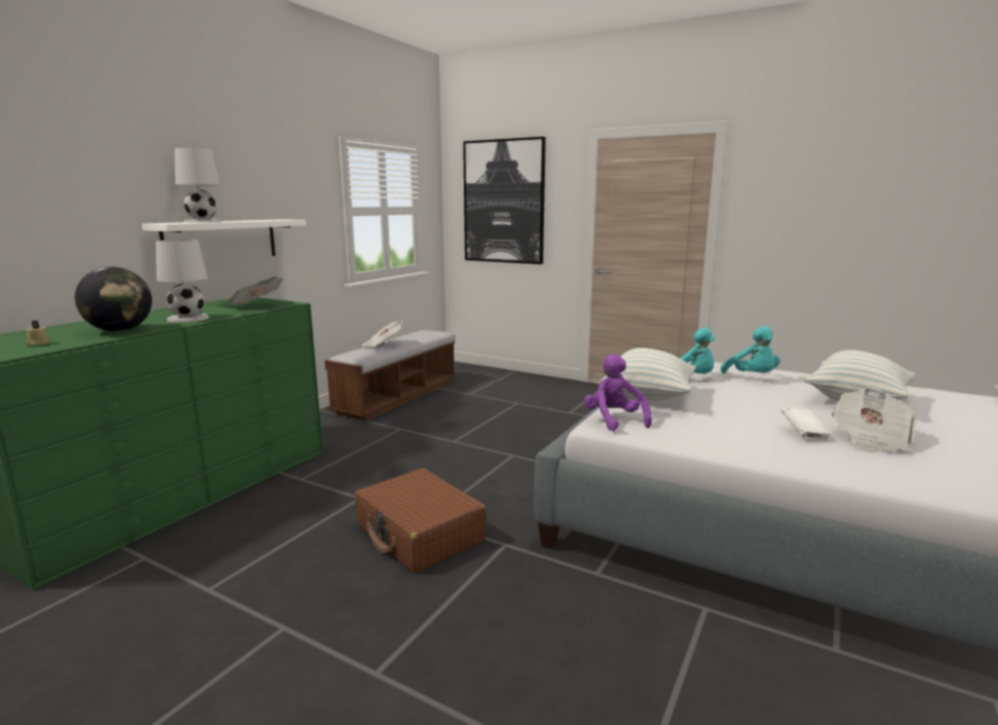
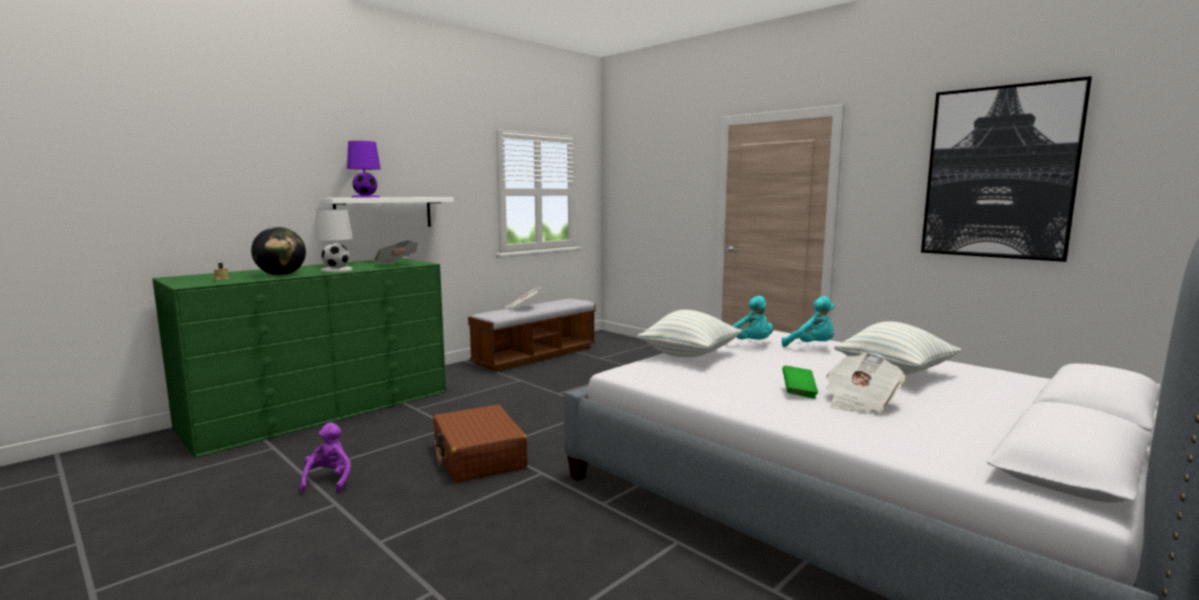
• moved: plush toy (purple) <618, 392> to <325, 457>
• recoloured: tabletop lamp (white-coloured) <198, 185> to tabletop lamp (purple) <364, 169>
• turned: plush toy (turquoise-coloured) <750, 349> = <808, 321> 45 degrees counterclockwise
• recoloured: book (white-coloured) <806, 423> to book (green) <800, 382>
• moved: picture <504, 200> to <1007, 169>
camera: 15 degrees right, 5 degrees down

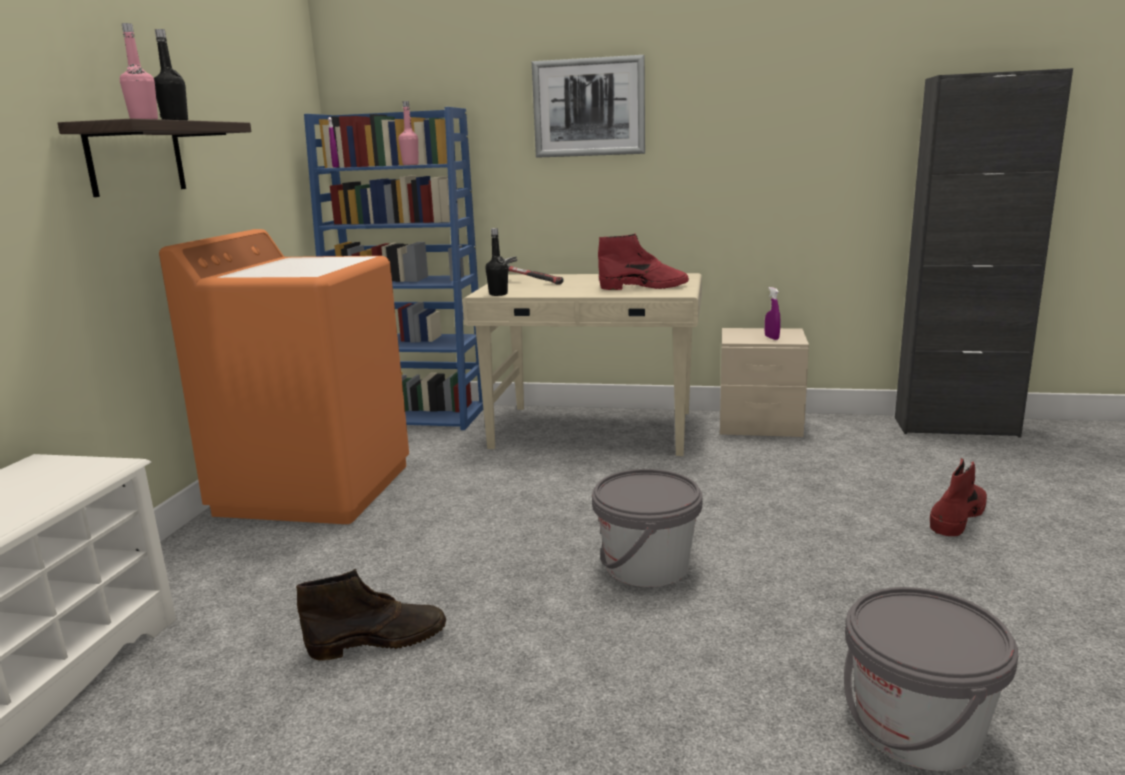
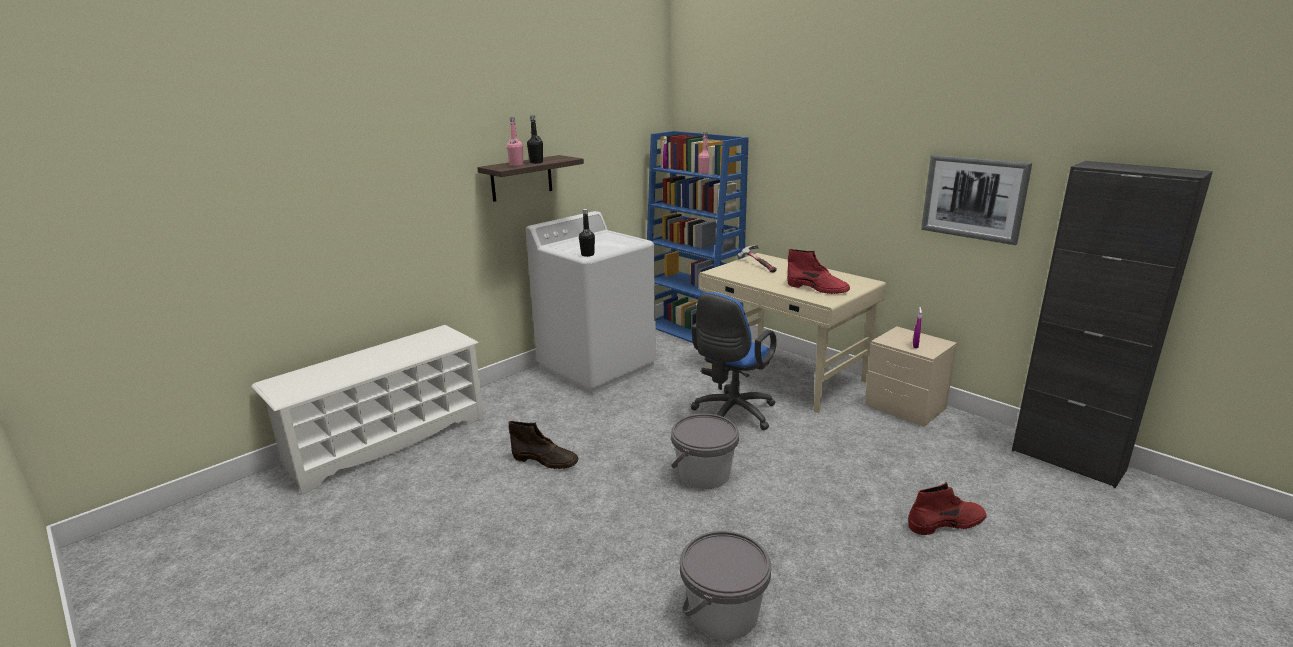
• recoloured: laundry appliance (orangey) <284, 376> to laundry appliance (white-coloured) <591, 302>
• moved: bottle (blackish) <496, 262> to <587, 233>
• added: desk chair (blue) <734, 361>
• moved: picture <588, 106> to <976, 199>
camera: 35 degrees right, 5 degrees up

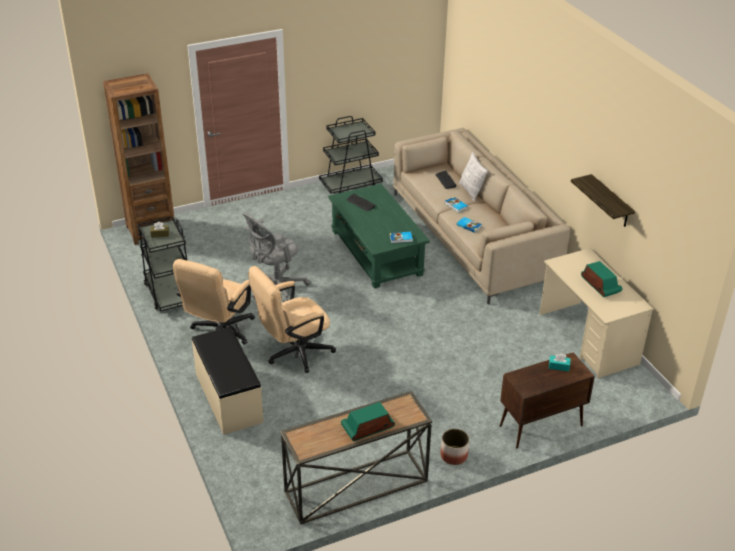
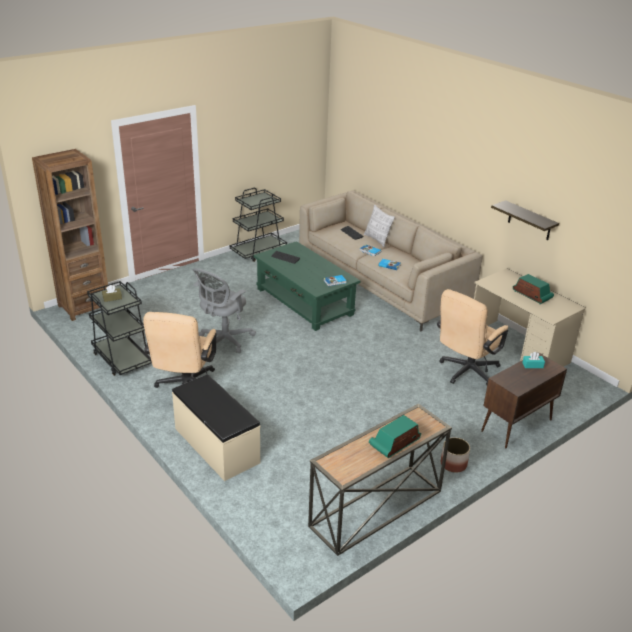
• moved: desk chair (sand-coloured) <292, 319> to <472, 337>
camera: 15 degrees left, 5 degrees down

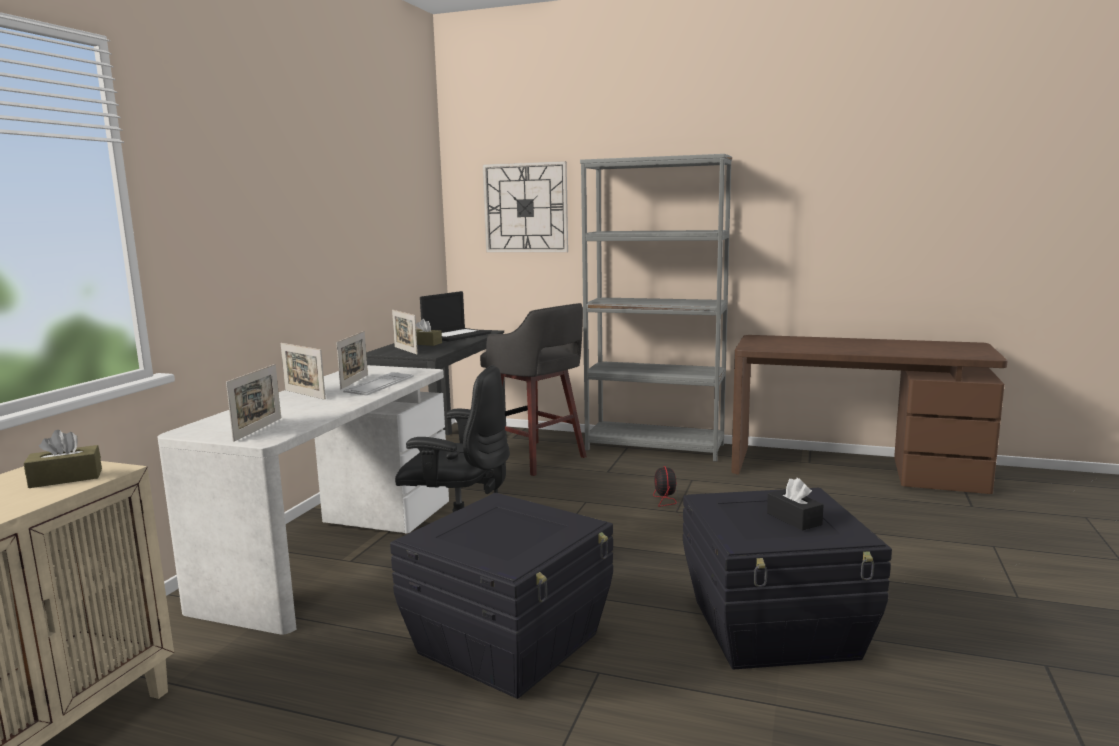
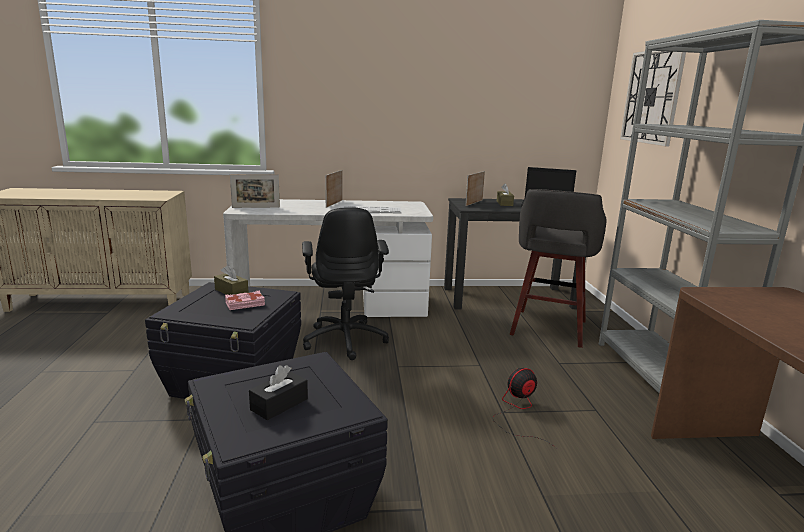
• moved: tissue box (brown-coloured) <63, 459> to <231, 280>
• added: book (pinkish) <245, 300>
• removed: photo frame <352, 360>
camera: 65 degrees right, 5 degrees up

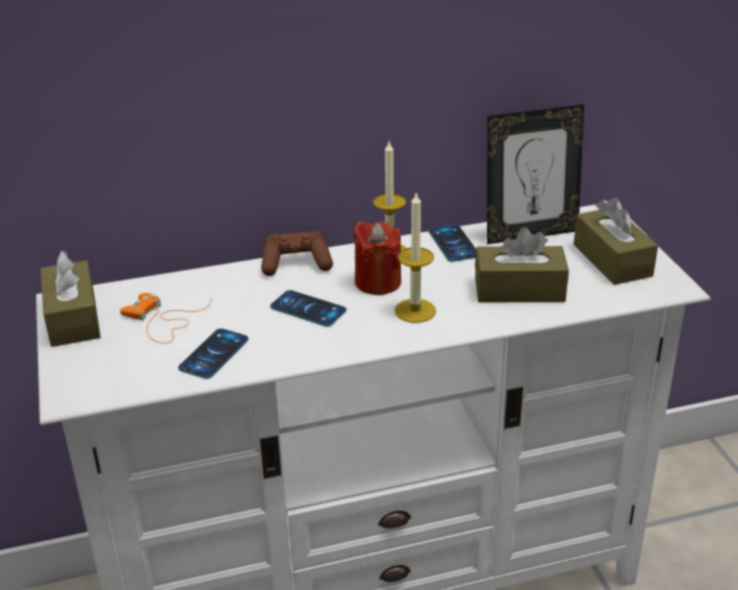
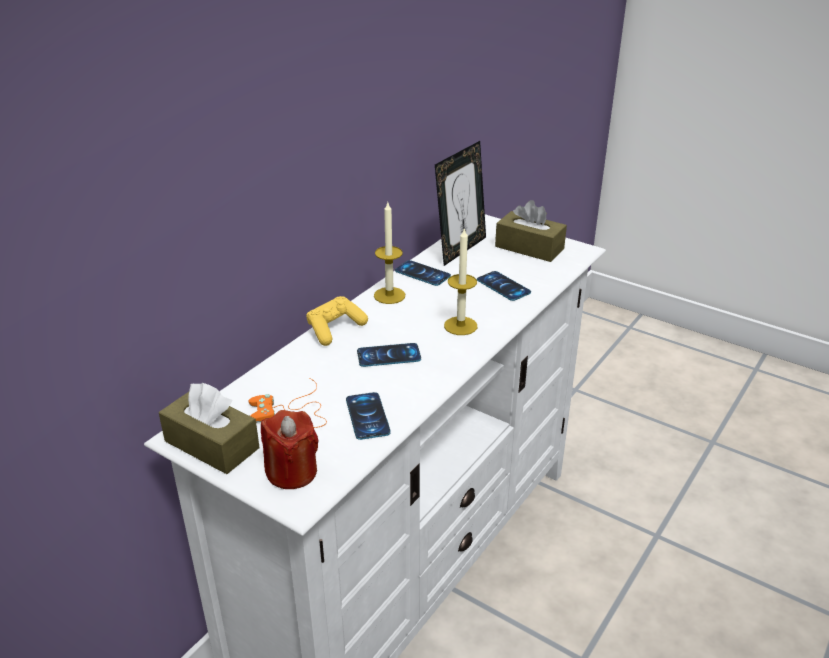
• moved: wax candle (reddish) <377, 258> to <290, 449>
• recoloured: joypad (brown-coloured) <297, 253> to joypad (yellow-coloured) <337, 321>
• replaced: tissue box (brown-coloured) <522, 264> to telephone <504, 286>
camera: 40 degrees left, 0 degrees up

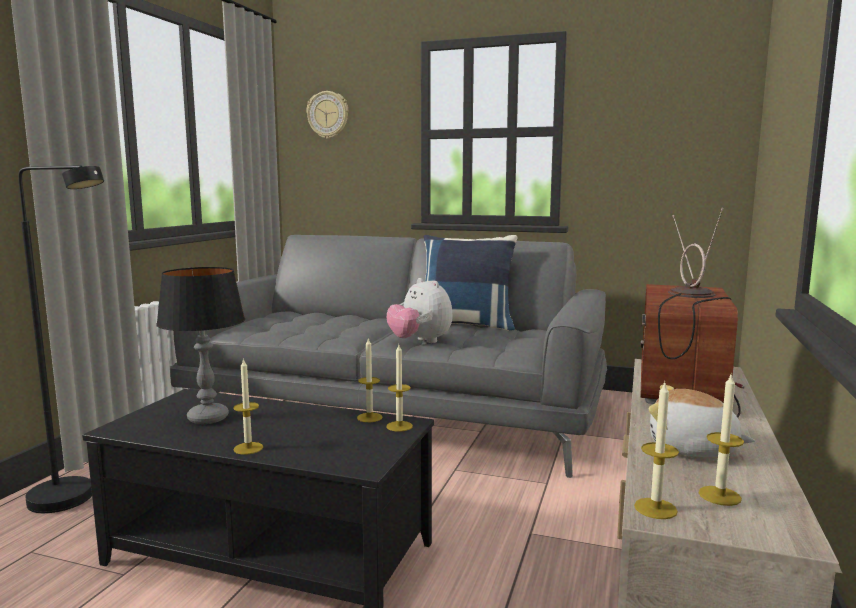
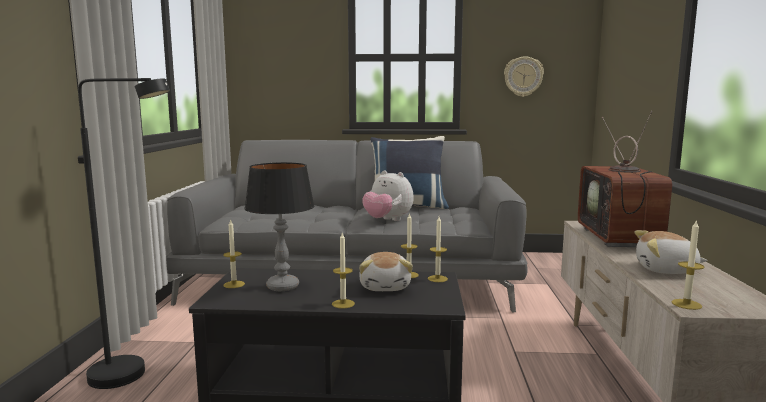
• moved: wax candle <721, 439> to <234, 253>
• added: plush toy <386, 271>
• moved: wall clock <327, 115> to <524, 76>
camera: 15 degrees left, 0 degrees up

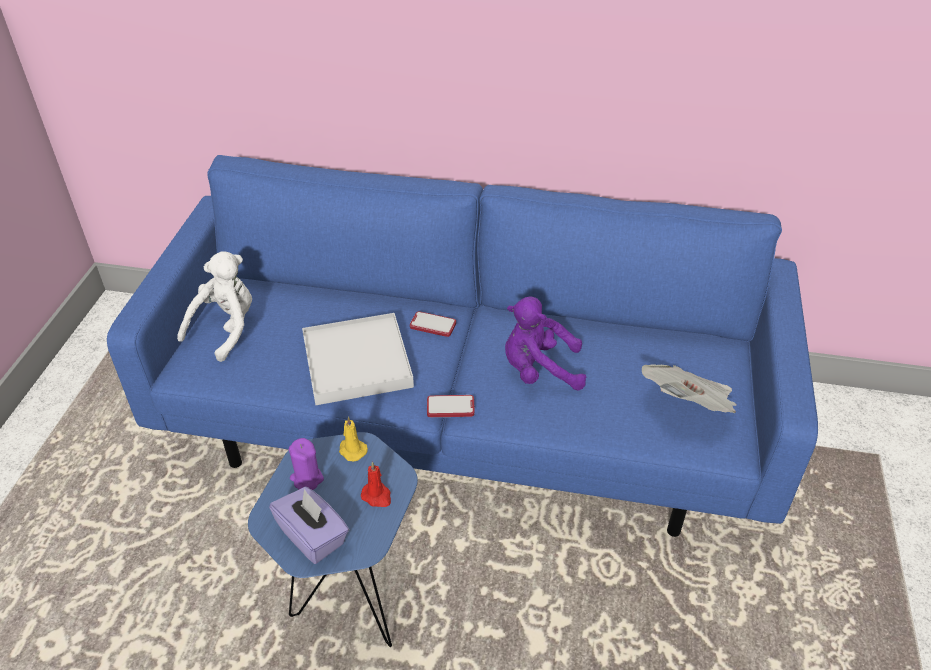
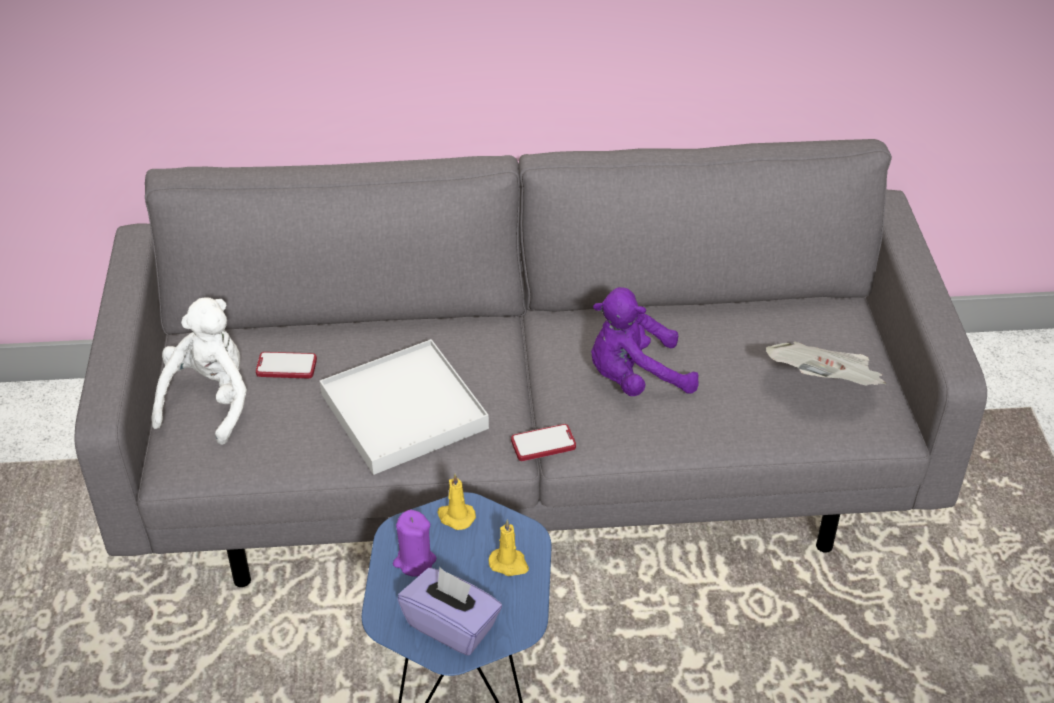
• recoloured: couch (blue) <462, 346> to couch (gray) <530, 363>
• moved: telephone <433, 324> to <286, 365>
• recoloured: wax candle (reddish) <376, 484> to wax candle (yellow-coloured) <509, 547>
camera: 15 degrees left, 0 degrees up

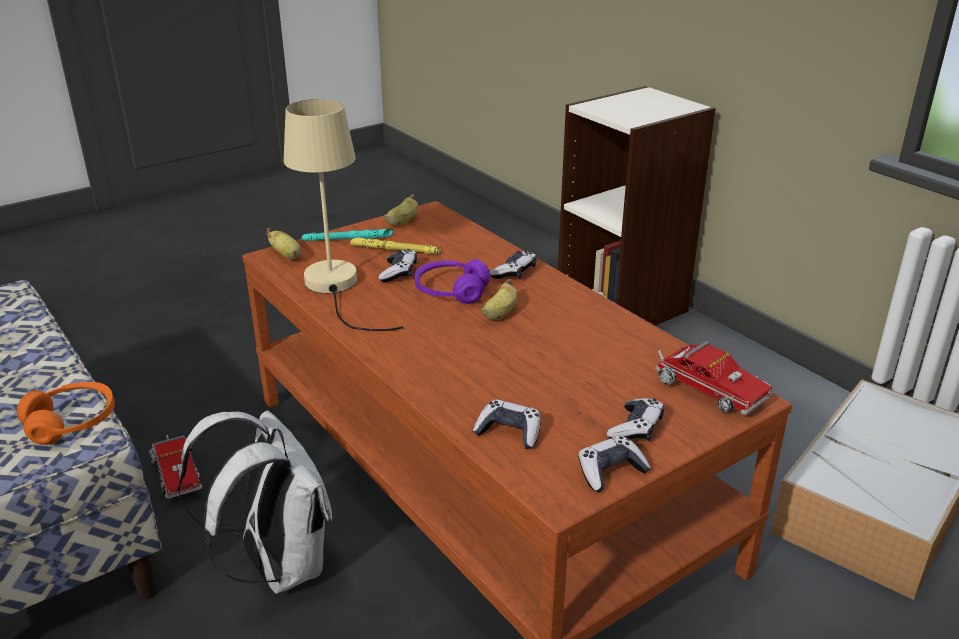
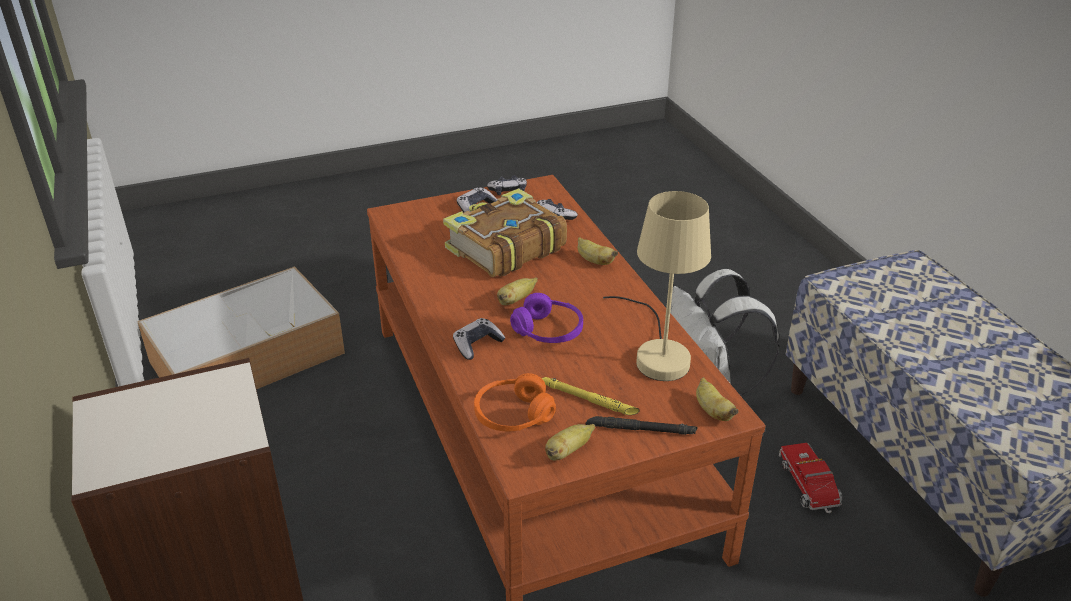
• added: book <505, 232>
• moved: headphones (orangey) <66, 413> to <515, 402>
• added: banana <598, 251>
• recoloured: hand torch (turquoise-coloured) <347, 235> to hand torch (blackish) <642, 425>
• removed: joypad <398, 265>
• removed: model truck <713, 378>
camera: 165 degrees left, 5 degrees up

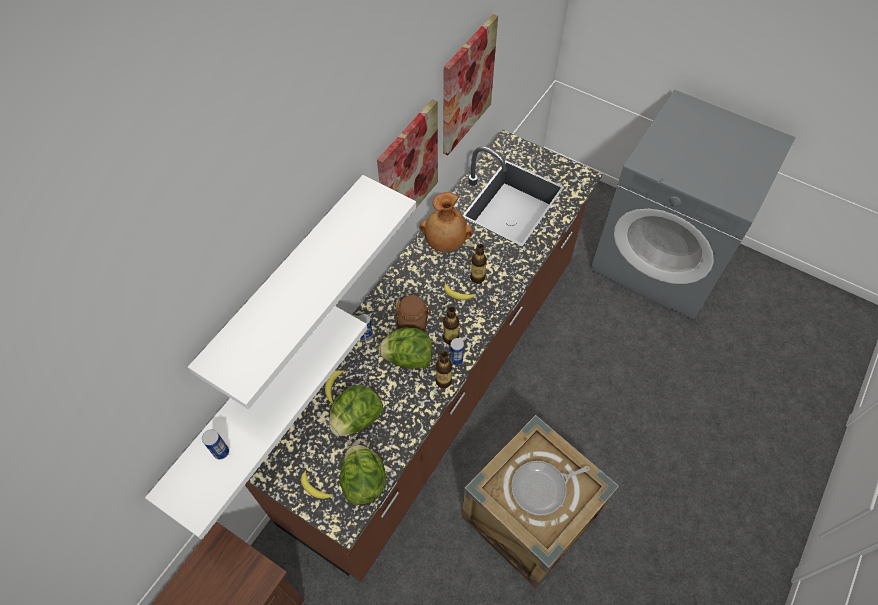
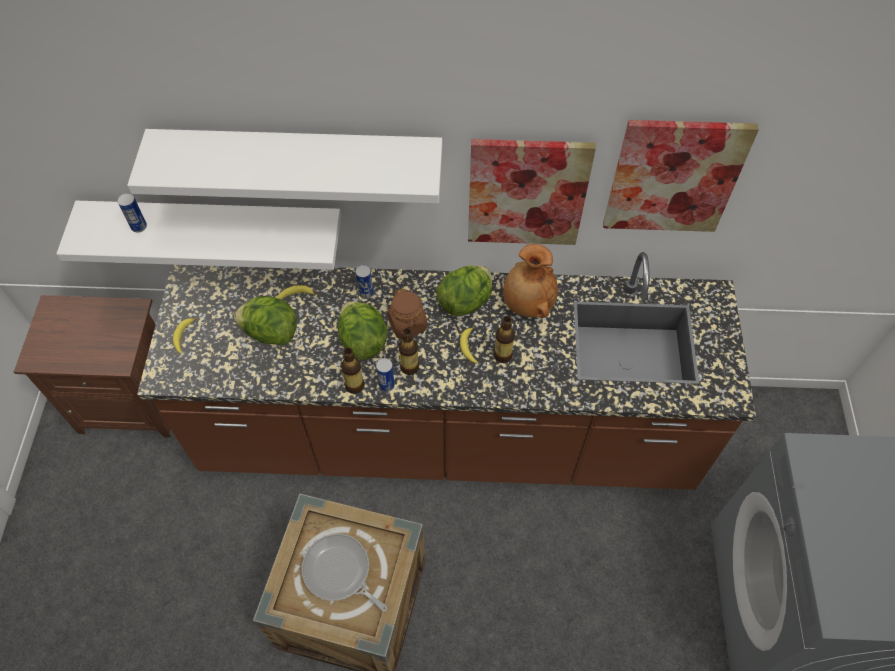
• moved: head of lettuce <363, 474> to <464, 290>
camera: 60 degrees right, 0 degrees up

